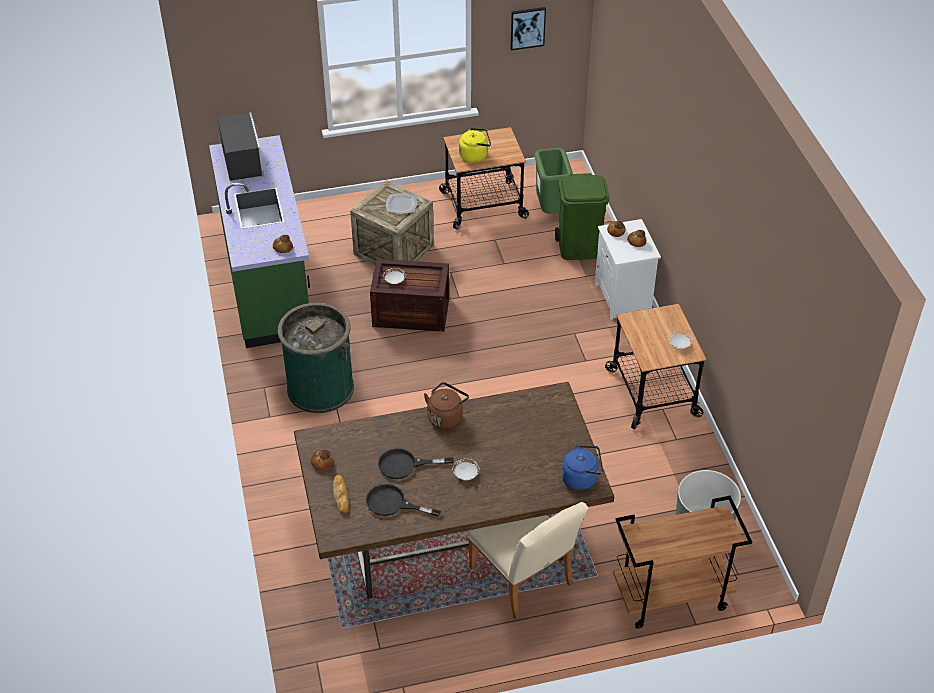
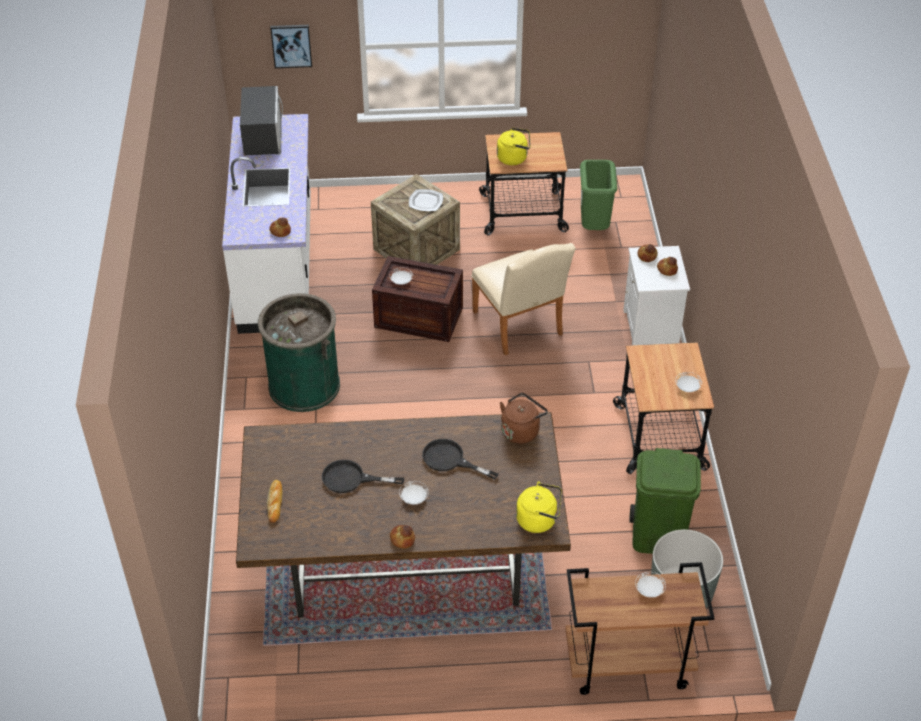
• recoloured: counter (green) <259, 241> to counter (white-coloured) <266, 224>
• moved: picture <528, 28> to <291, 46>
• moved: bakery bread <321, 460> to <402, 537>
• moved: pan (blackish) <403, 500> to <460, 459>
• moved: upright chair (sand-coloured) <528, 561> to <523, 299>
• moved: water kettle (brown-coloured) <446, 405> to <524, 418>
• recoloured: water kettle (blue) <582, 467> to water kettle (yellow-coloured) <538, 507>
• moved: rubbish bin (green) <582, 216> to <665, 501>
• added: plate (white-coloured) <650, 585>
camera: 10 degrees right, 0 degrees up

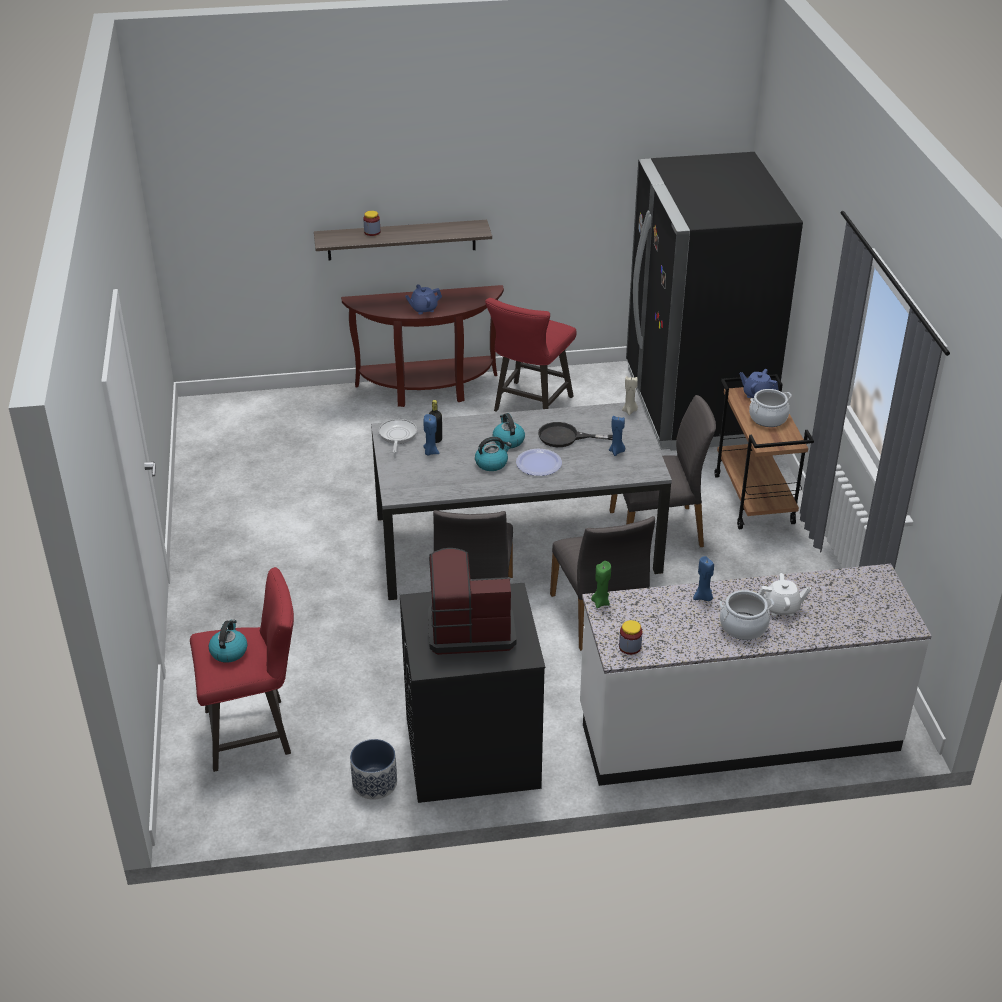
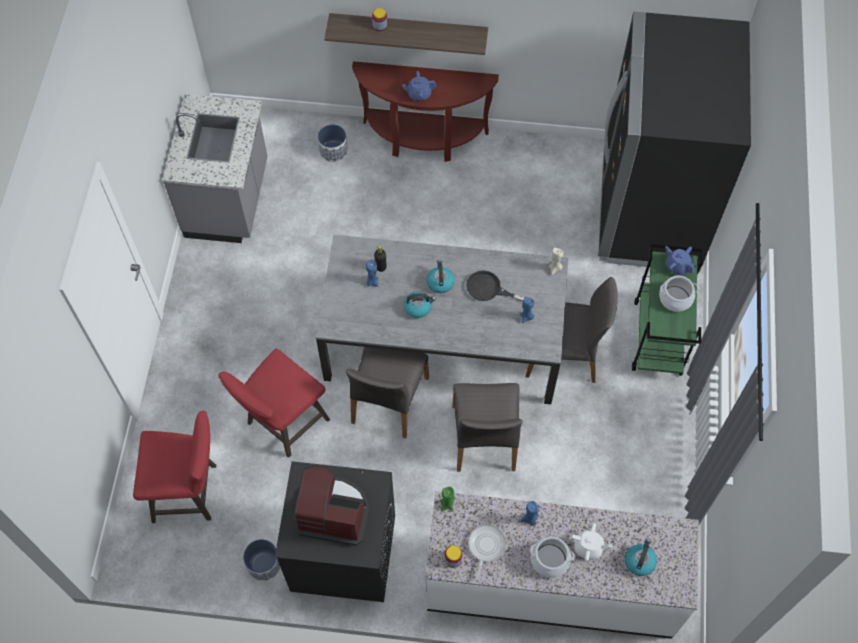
• added: counter (gray) <215, 168>
• moved: sitting stool (reddish) <531, 355> to <274, 403>
• added: flower pot <332, 143>
• moved: pan <398, 436> to <487, 552>
• moved: water kettle <228, 641> to <641, 557>
• recoloured: wheeled cart (brown-coloured) <764, 451> to wheeled cart (green) <667, 310>
• removed: plate <539, 462>
camera: 15 degrees right, 25 degrees up

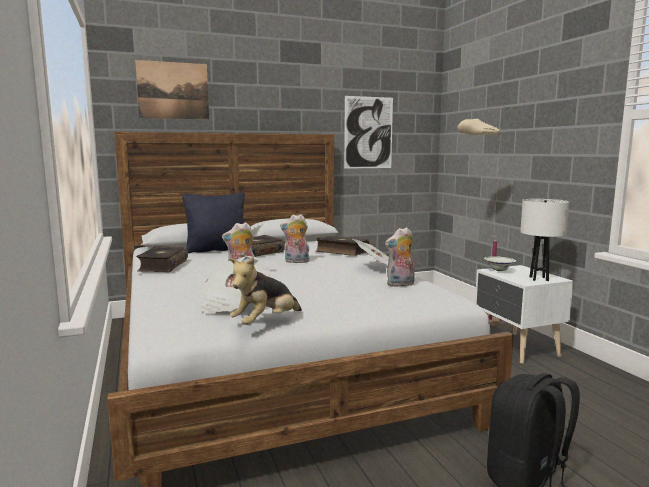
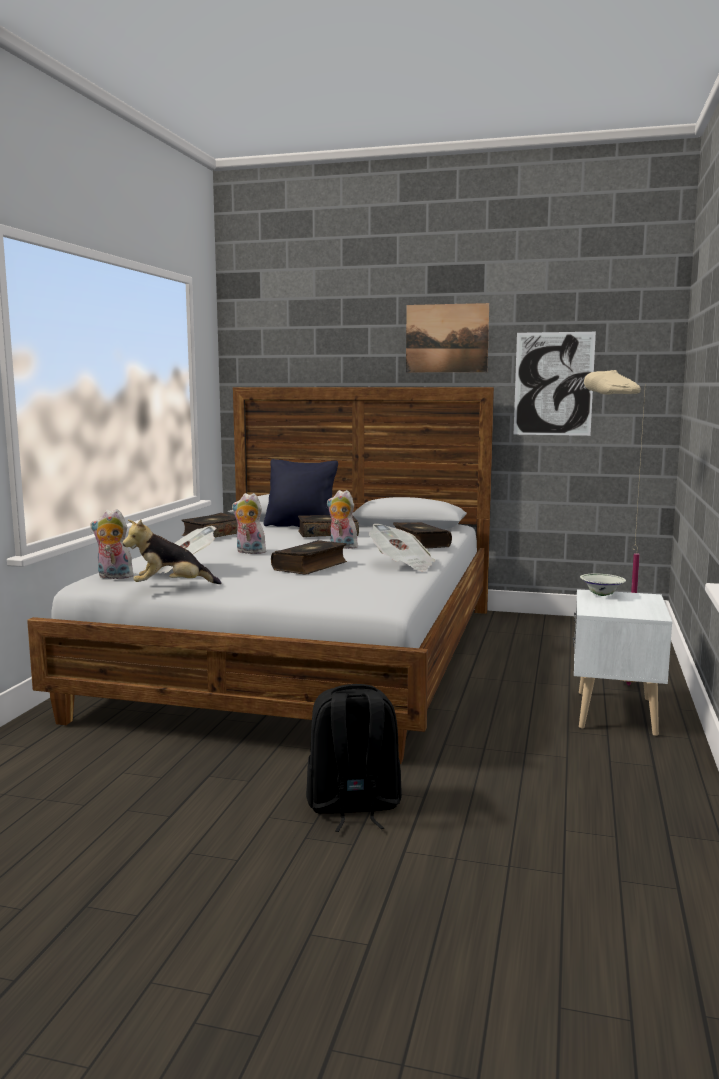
• moved: plush toy <400, 257> to <112, 544>
• added: book <309, 557>
• moved: picture <172, 89> to <447, 337>
• removed: tabletop lamp (white-coloured) <544, 240>
camera: 35 degrees right, 0 degrees up

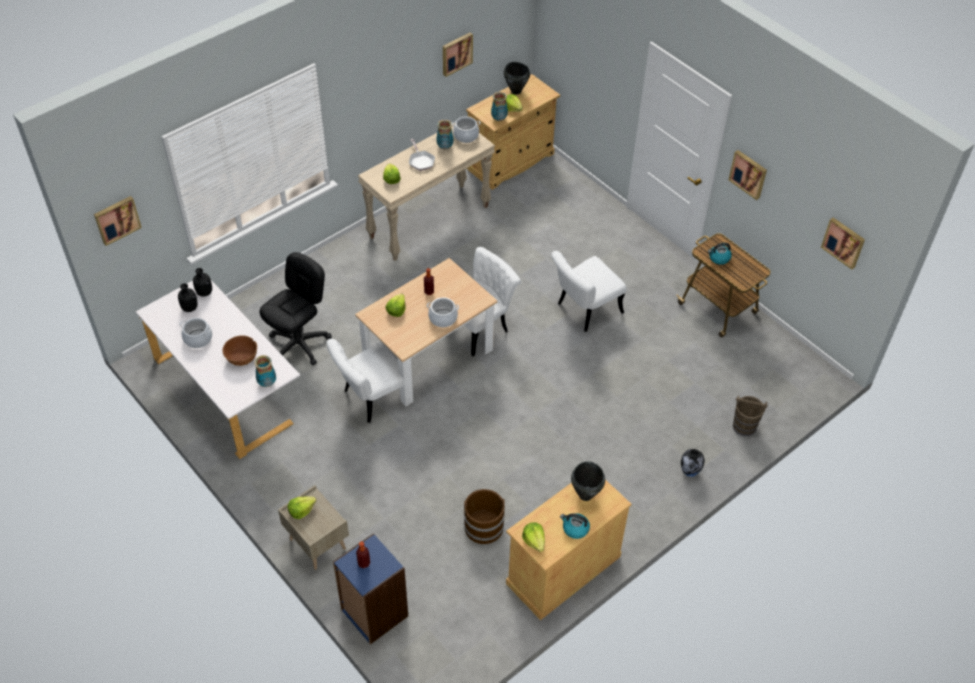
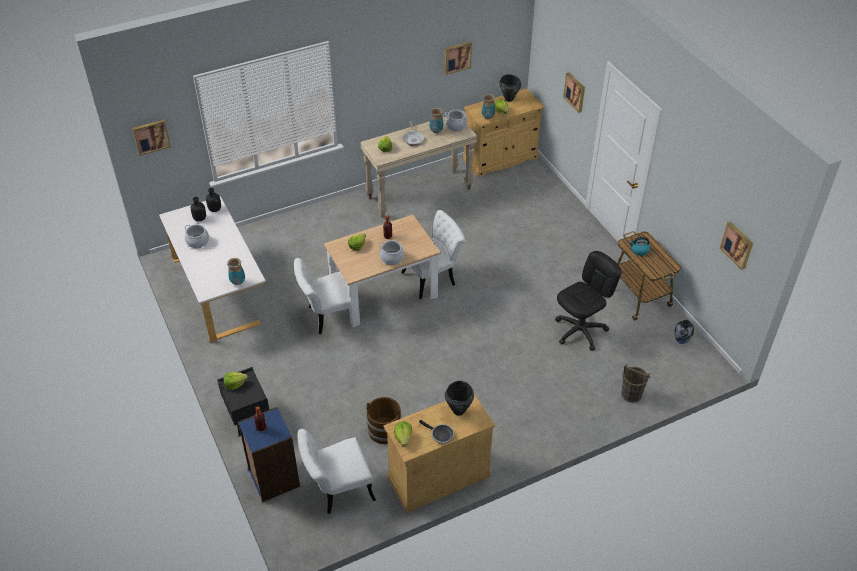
• recoloured: bedside table (sand-coloured) <313, 527> to bedside table (blackish) <243, 401>
• moved: upright chair (white-coloured) <588, 291> to <336, 471>
• replaced: water kettle <575, 526> to pan <436, 432>
• moved: desk chair (blackish) <296, 308> to <588, 301>
• moved: picture <748, 175> to <574, 92>
• moved: vase <693, 463> to <684, 332>
• removed: deep dish (brown-coloured) <239, 351>
camera: 15 degrees right, 5 degrees down

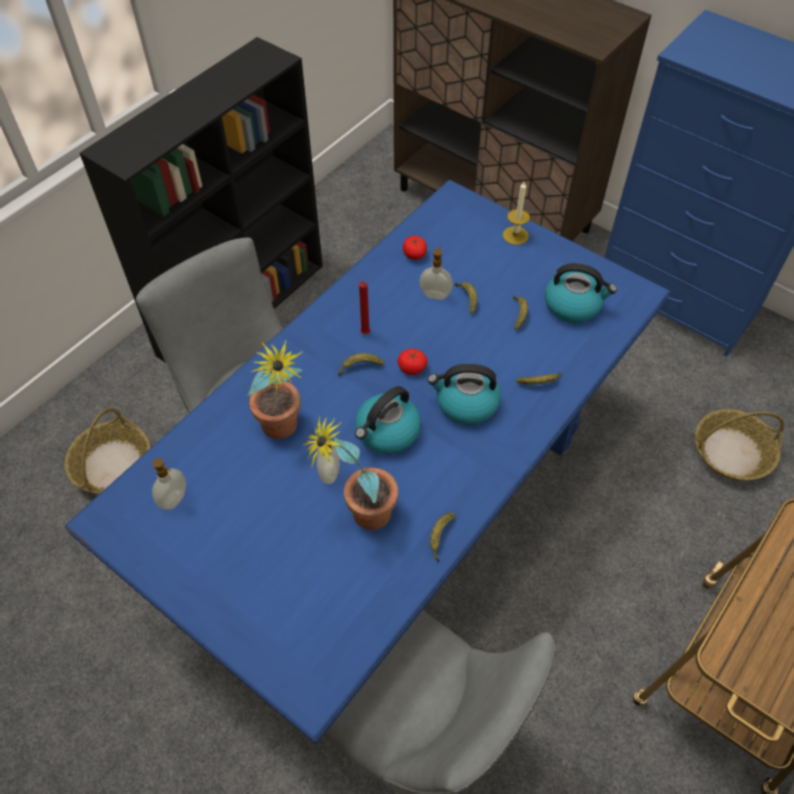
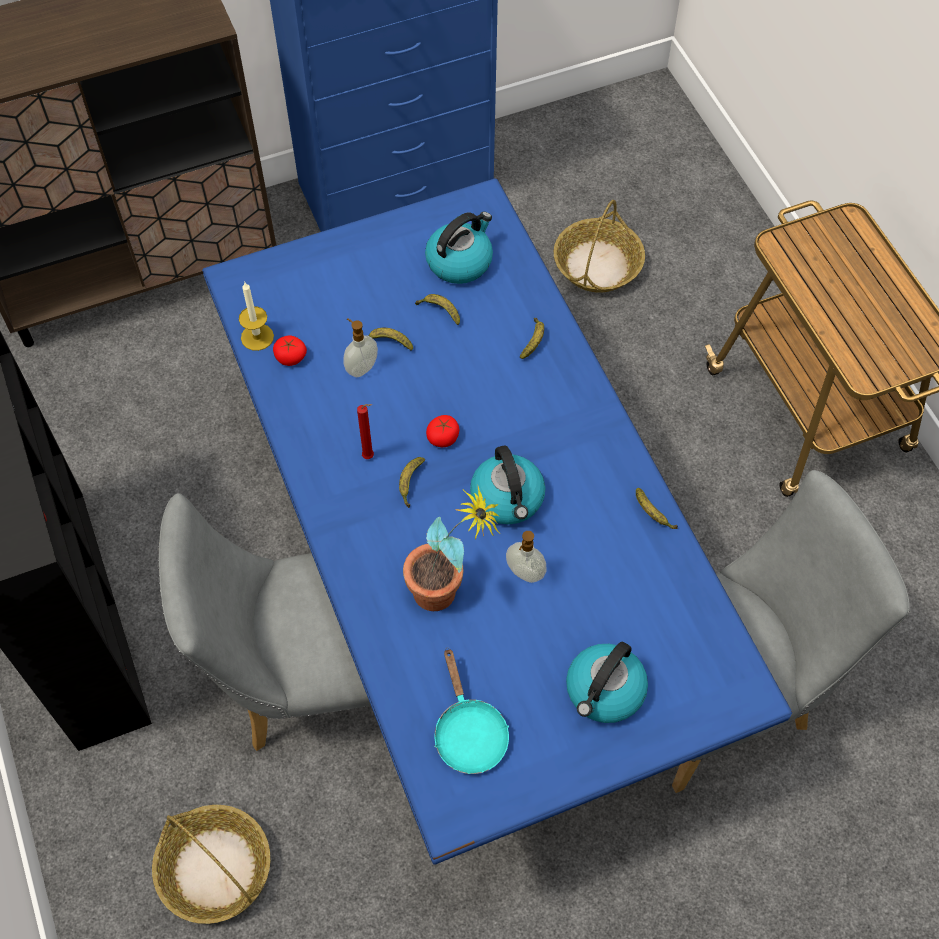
• moved: wax candle <516, 213> to <256, 316>
• replaced: soap bottle <169, 484> to pan (turquoise-coloured) <471, 711>
• moved: water kettle <464, 394> to <607, 682>
• removed: houseplant <350, 473>
camera: 60 degrees left, 5 degrees up

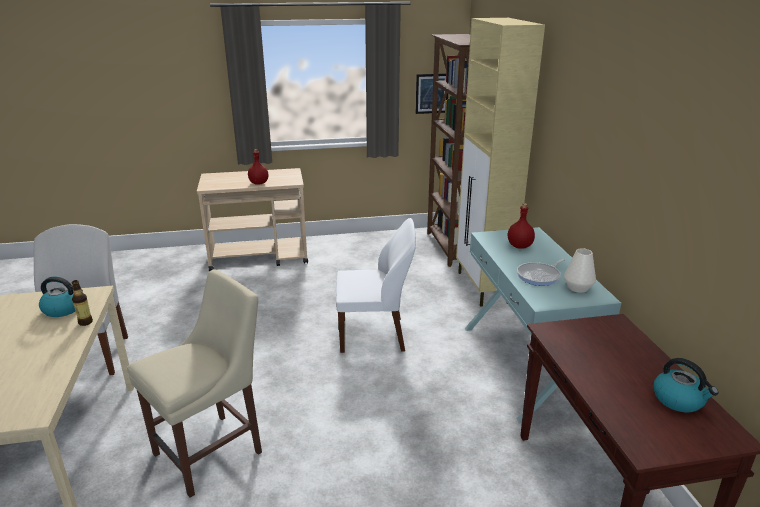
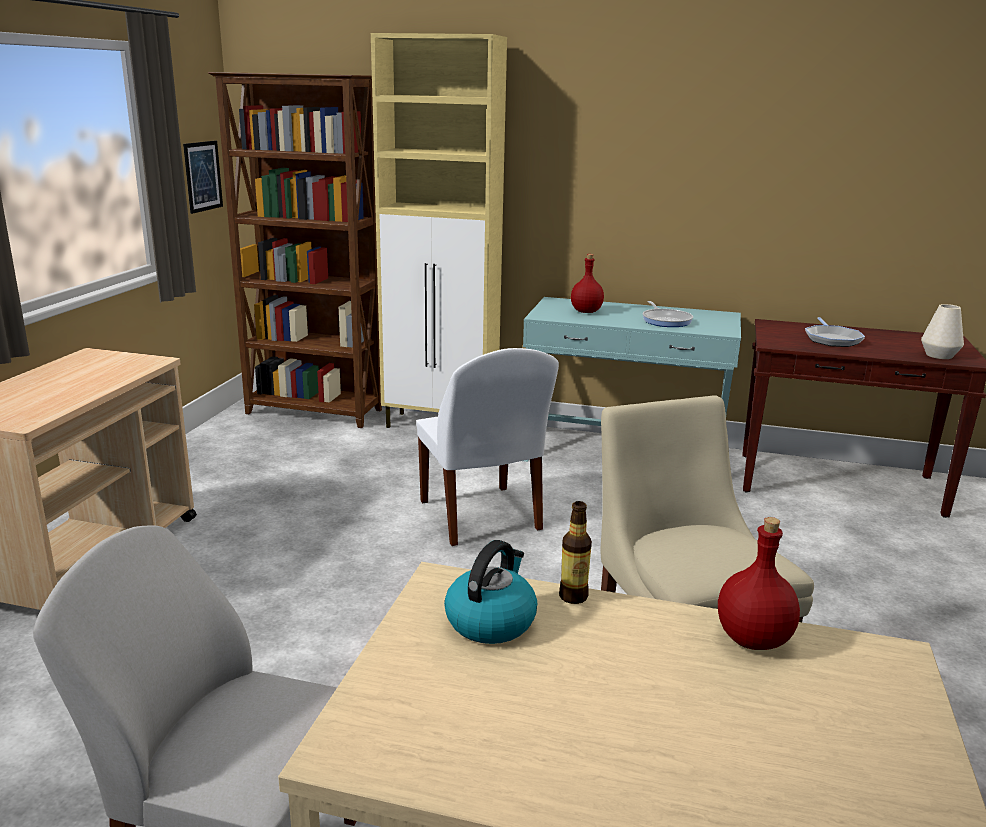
• turned: upright chair (white-coloured) <376, 285> = <487, 447> 135 degrees clockwise
• moved: bottle (reddish) <258, 167> to <759, 583>
• added: pan <835, 332>
• moved: vase (white-coloured) <580, 270> to <942, 331>
• removed: water kettle <685, 385>
camera: 65 degrees left, 5 degrees down

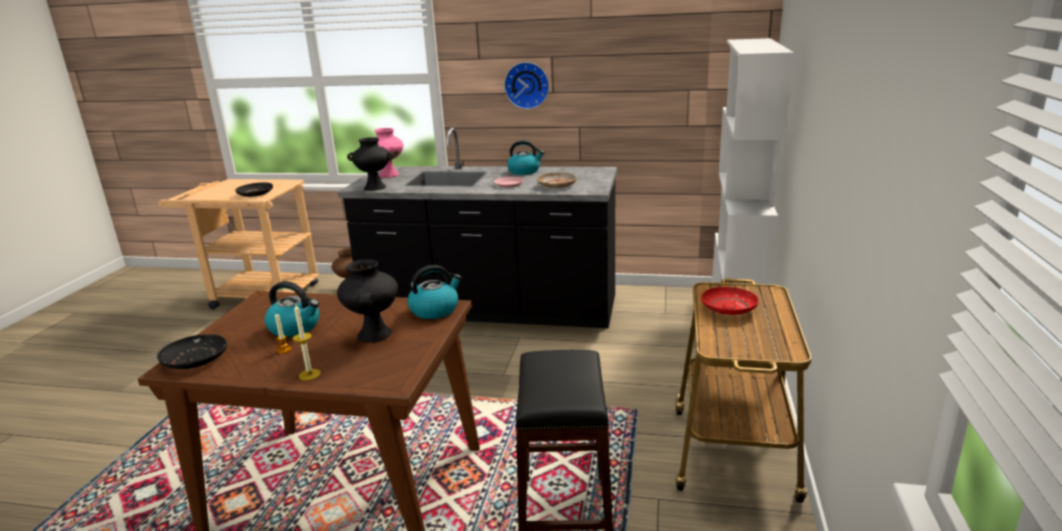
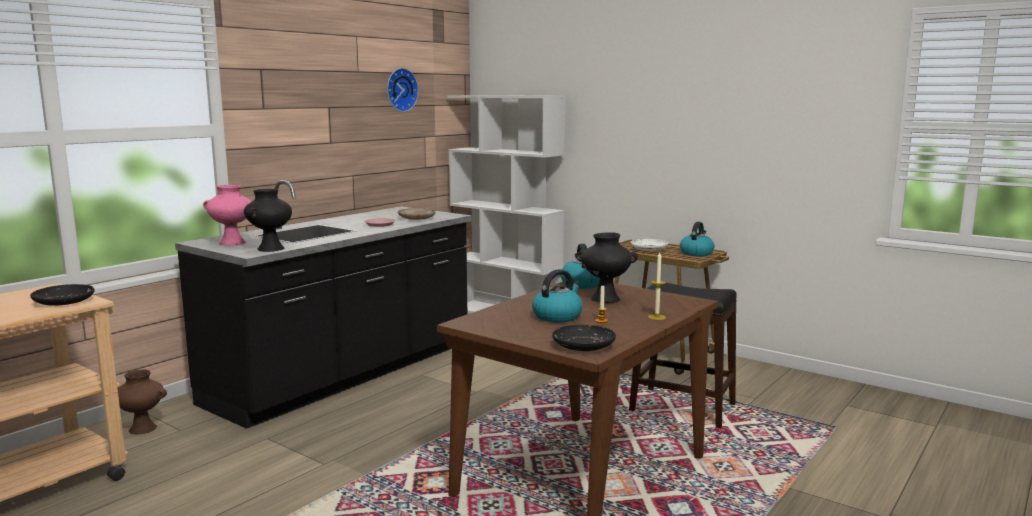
• moved: wall clock <526, 85> to <403, 90>
• recoloured: plate (reddish) <730, 301> to plate (white-coloured) <649, 245>
• moved: water kettle <525, 157> to <697, 239>
camera: 65 degrees left, 10 degrees down

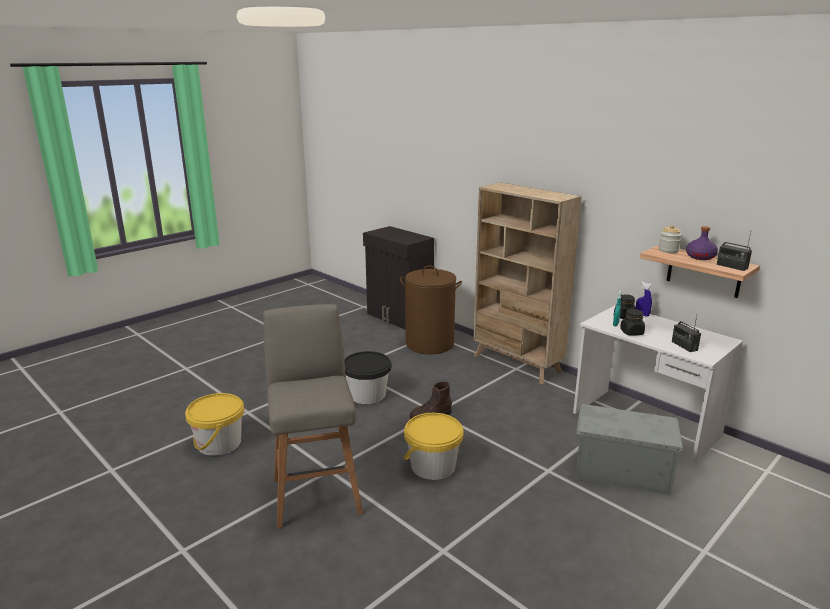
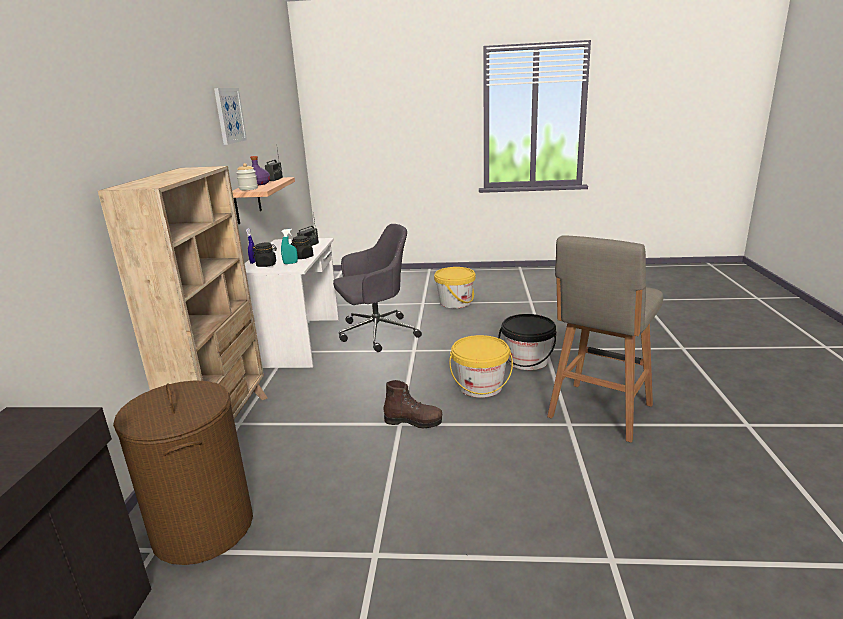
• added: picture <230, 116>
• replaced: storage bin (gray) <629, 450> to desk chair (gray) <377, 288>
• moved: bucket (yellow-coloured) <214, 424> to <455, 287>
• moved: bucket (blackish) <367, 377> to <527, 342>
camera: 130 degrees left, 0 degrees up

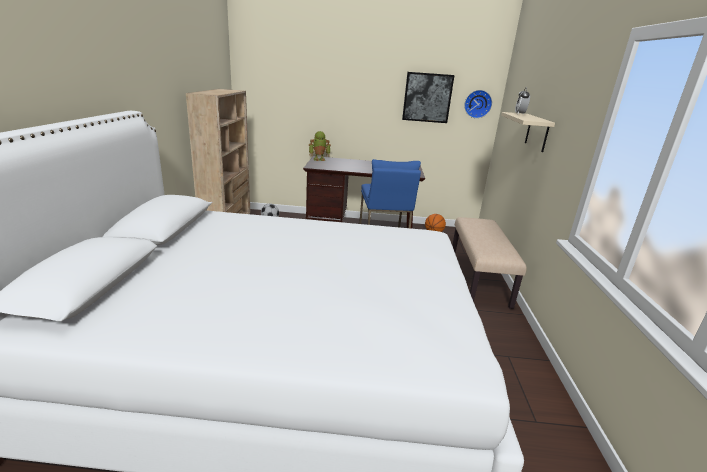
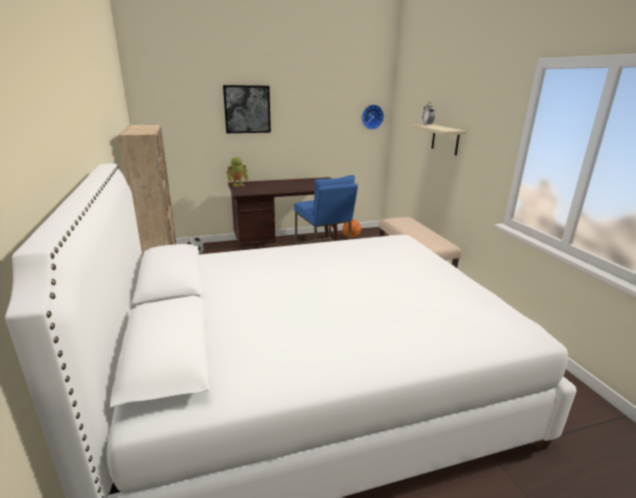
• moved: picture <428, 97> to <247, 109>
camera: 20 degrees left, 0 degrees up

